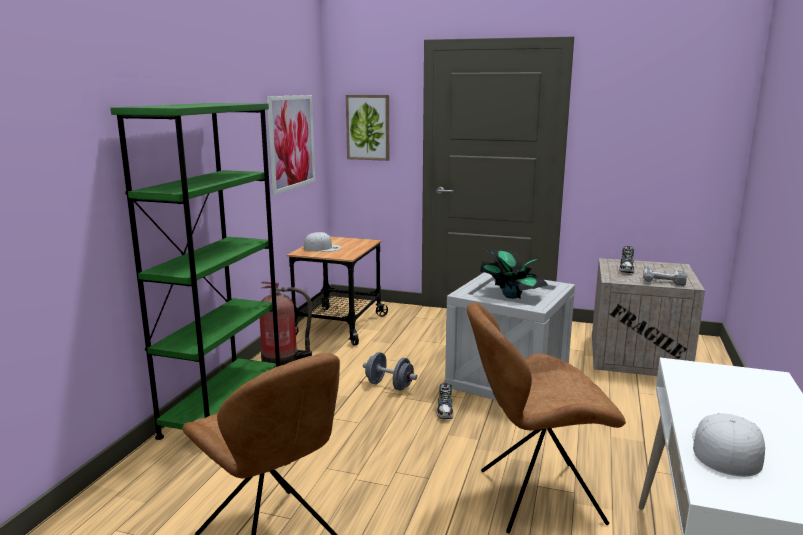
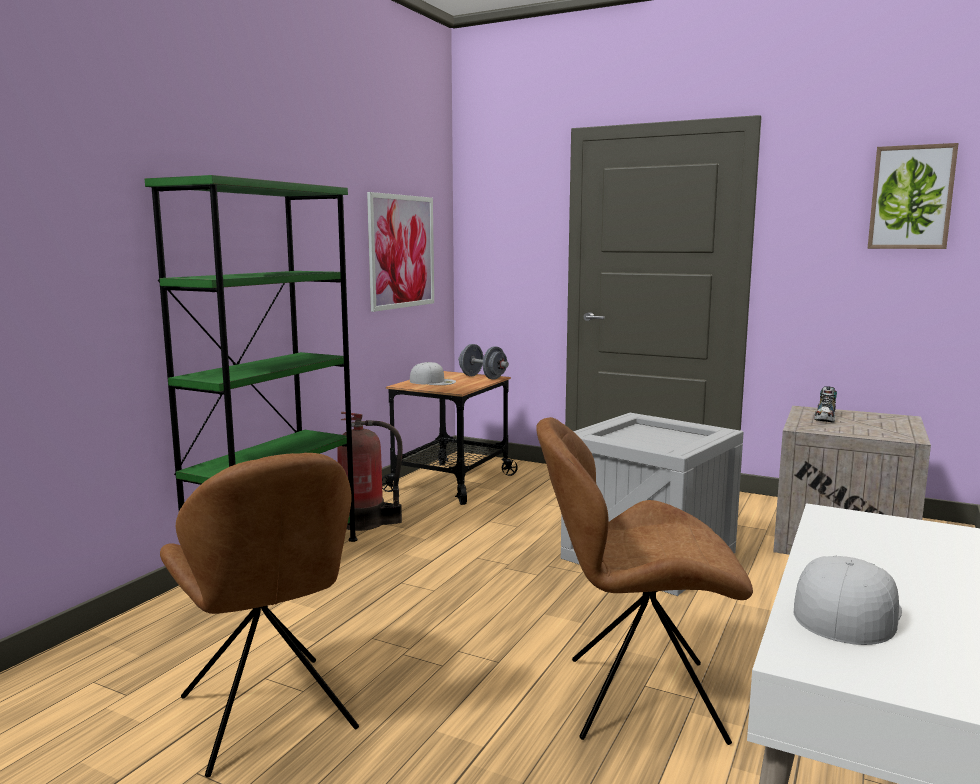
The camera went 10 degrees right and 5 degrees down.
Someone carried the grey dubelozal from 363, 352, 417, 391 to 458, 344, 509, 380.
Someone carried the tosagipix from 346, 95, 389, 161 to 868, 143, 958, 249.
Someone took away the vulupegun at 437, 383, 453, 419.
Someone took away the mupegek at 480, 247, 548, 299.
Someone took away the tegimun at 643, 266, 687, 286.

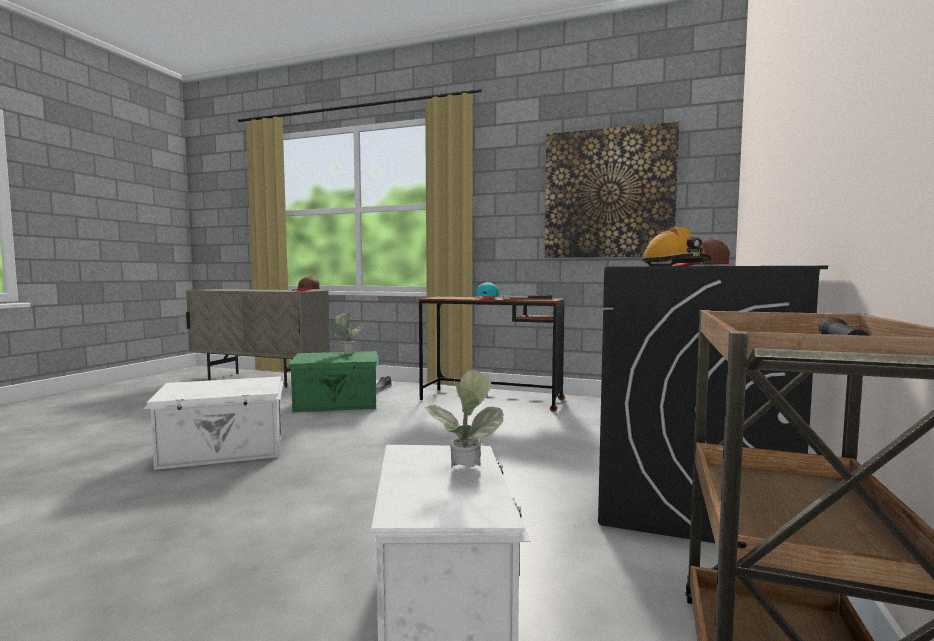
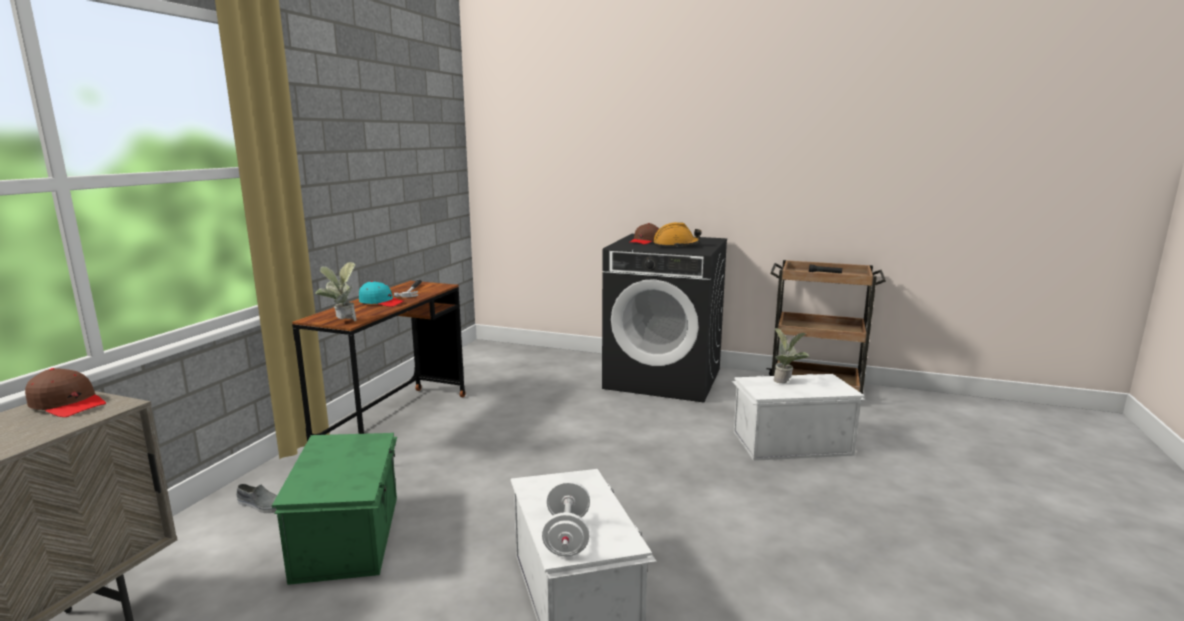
The camera went 90 degrees left and 10 degrees up.
Someone carried the mupegek from 330, 313, 363, 354 to 315, 262, 357, 321.
Someone put down the white dubelozal at 542, 481, 590, 556.
Someone took away the tosagipix at 545, 122, 679, 258.

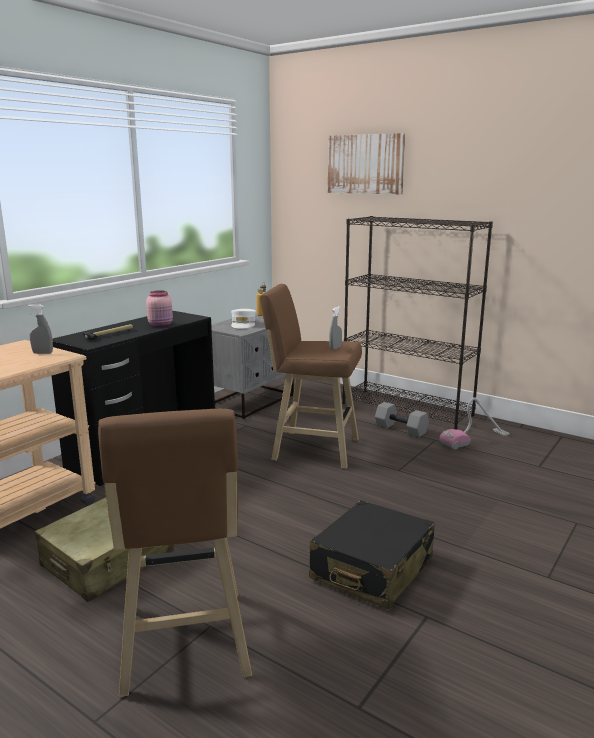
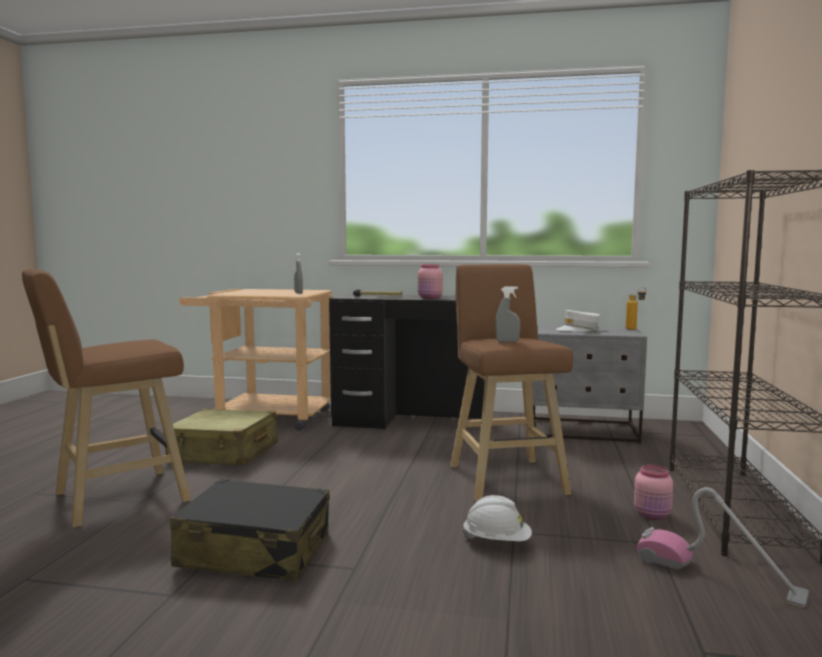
The camera went 65 degrees right and 10 degrees down.
Someone put down the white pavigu at 462, 495, 532, 541.
Someone swapped the grey dubelozal at 375, 402, 429, 437 for the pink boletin at 634, 465, 673, 520.
Someone took away the tosagipix at 328, 133, 406, 194.

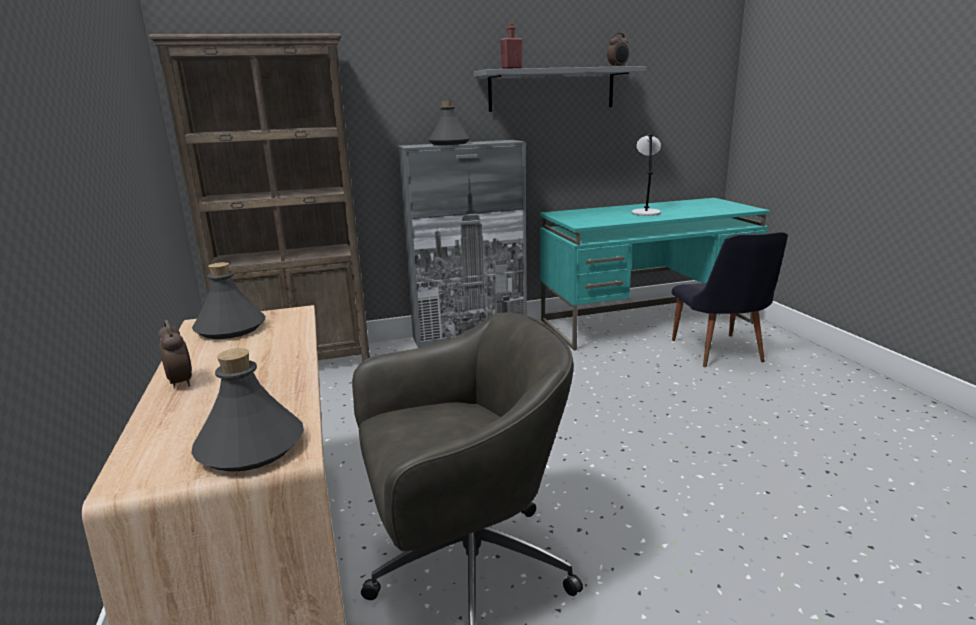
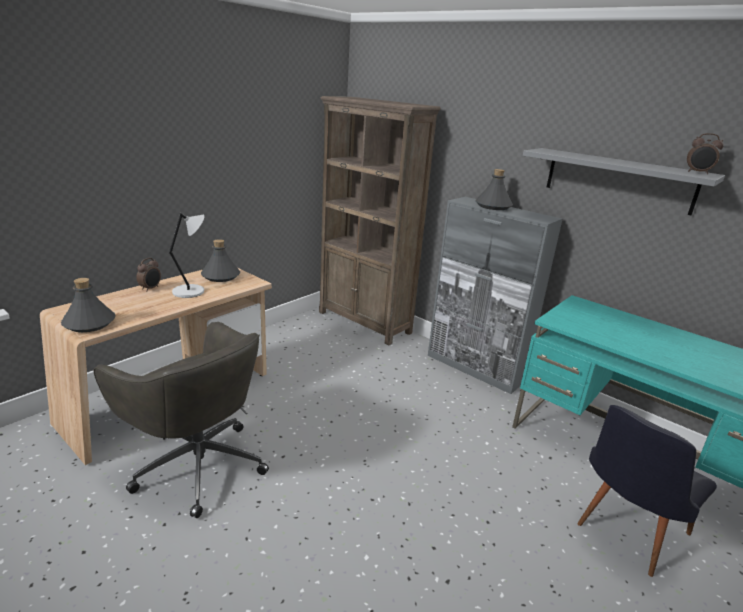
The camera went 55 degrees right and 5 degrees up.
Someone carried the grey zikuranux from 632, 134, 661, 216 to 169, 213, 204, 298.
Someone took away the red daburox at 500, 23, 523, 69.

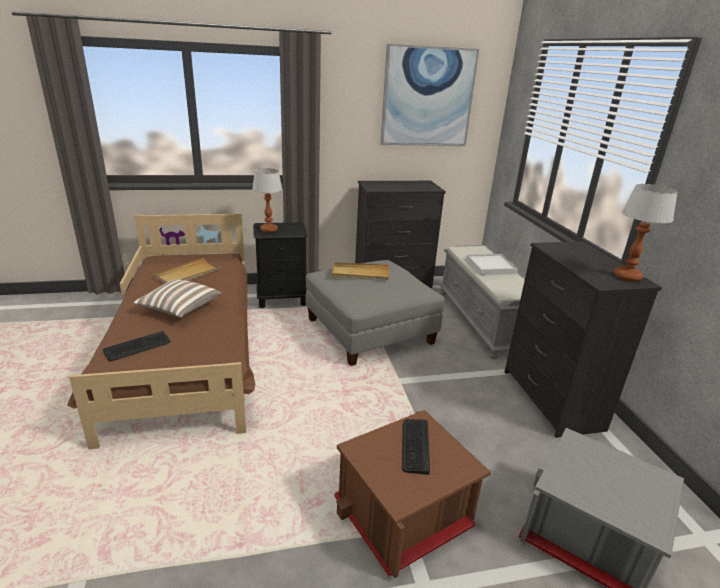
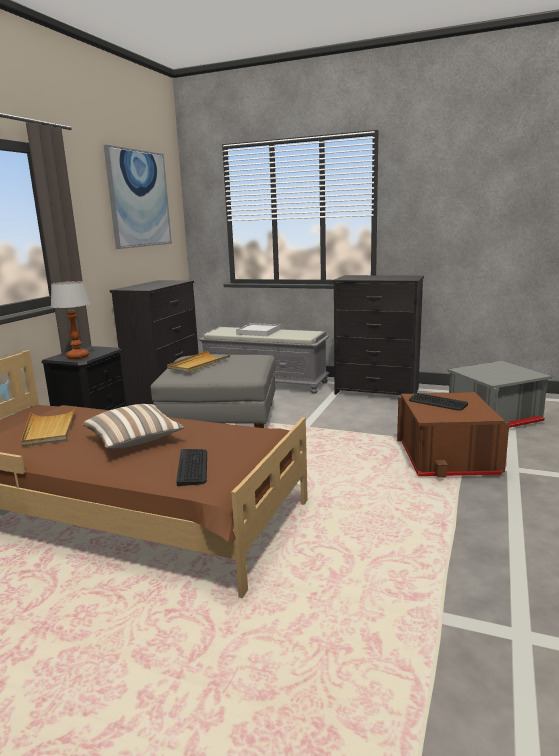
The camera went 55 degrees left and 10 degrees down.
Someone took away the zikuranux at 614, 184, 678, 281.

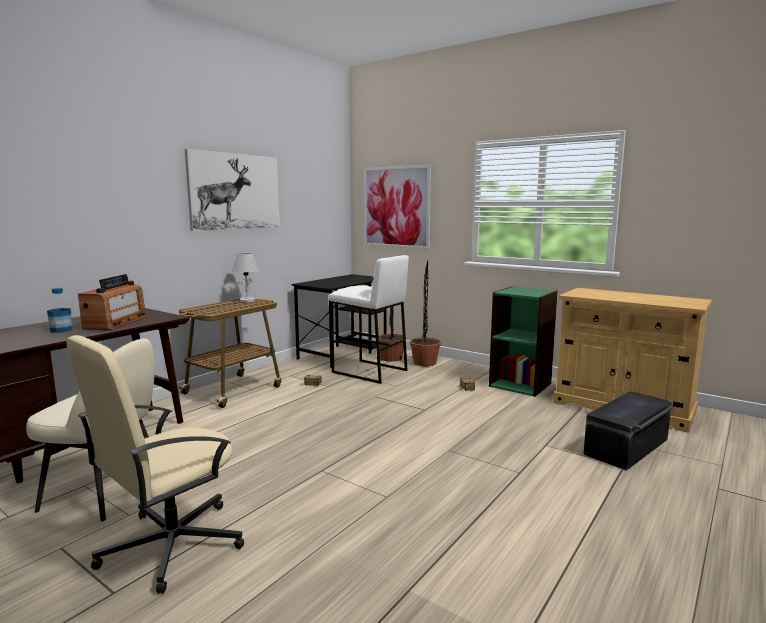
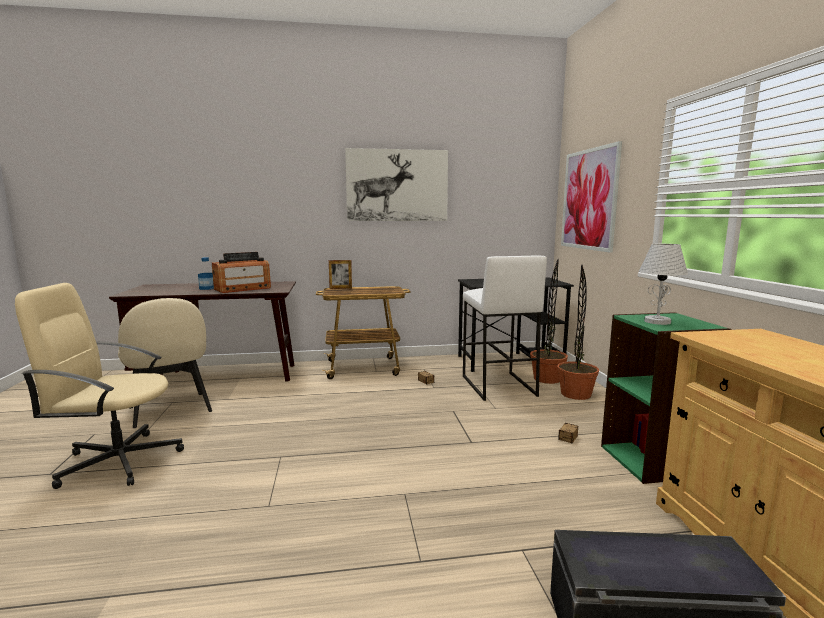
The camera went 45 degrees right and 0 degrees up.
Someone put down the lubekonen at 329, 260, 352, 289.
Someone carried the white zikuranux from 232, 253, 259, 302 to 639, 244, 688, 325.

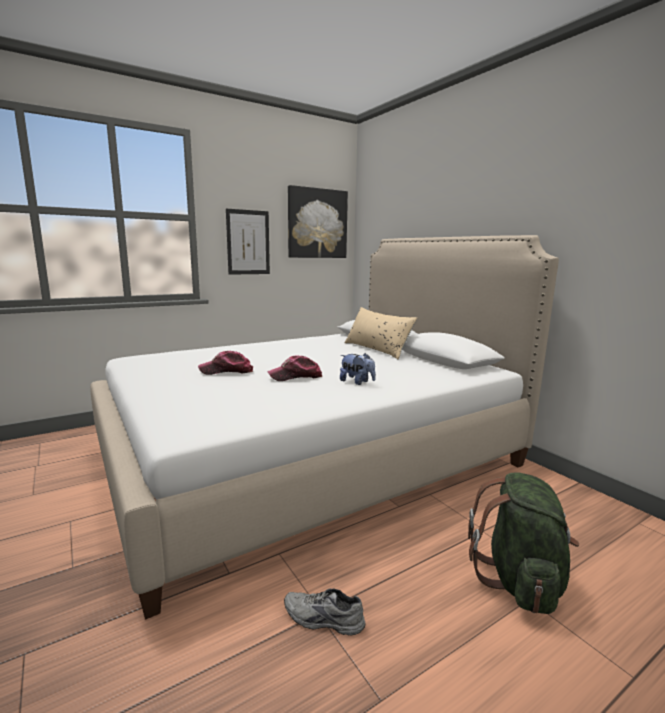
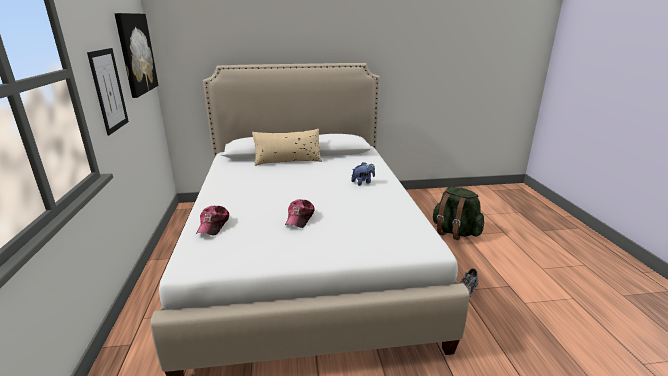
The camera went 65 degrees left and 10 degrees up.
Someone carried the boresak from 267, 356, 322, 381 to 196, 206, 229, 235.

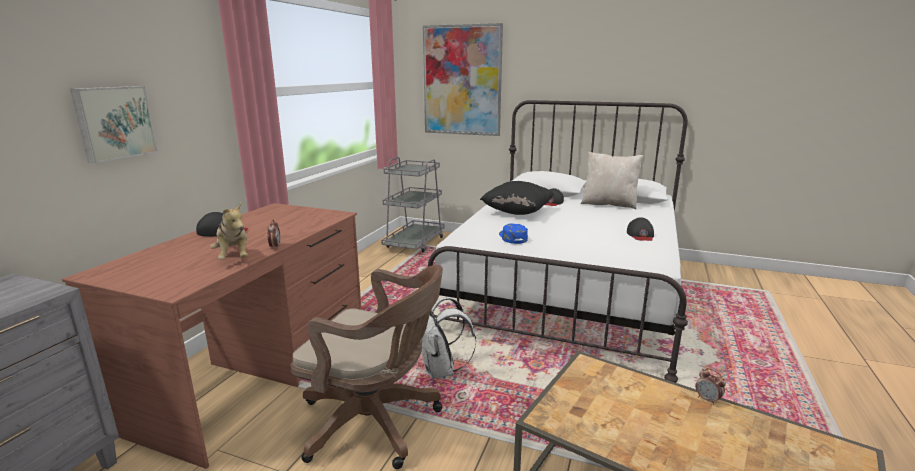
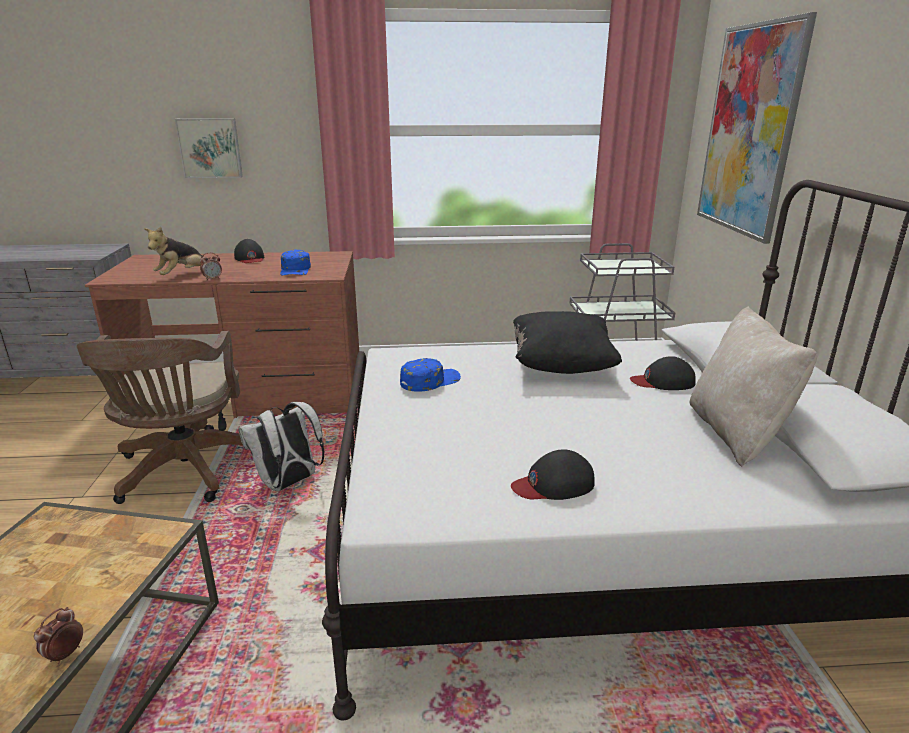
The camera went 65 degrees right and 5 degrees up.
Someone put down the blue boresak at 280, 250, 311, 275.

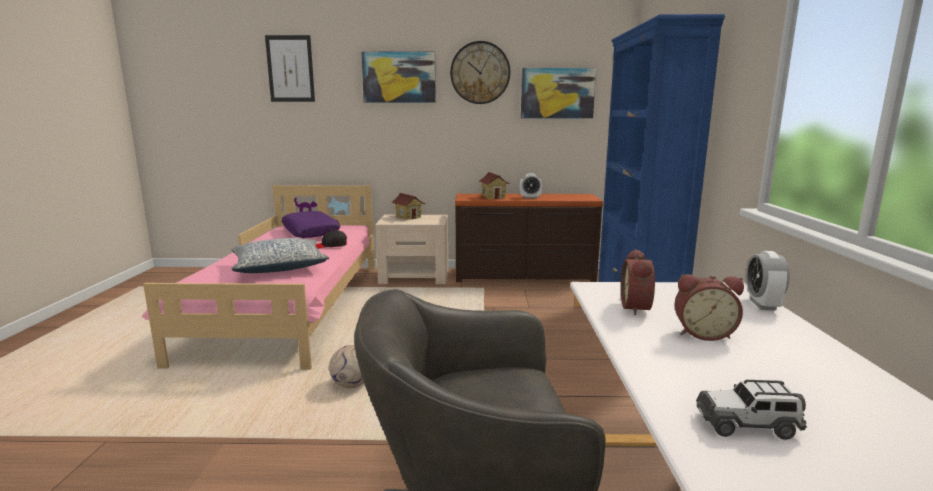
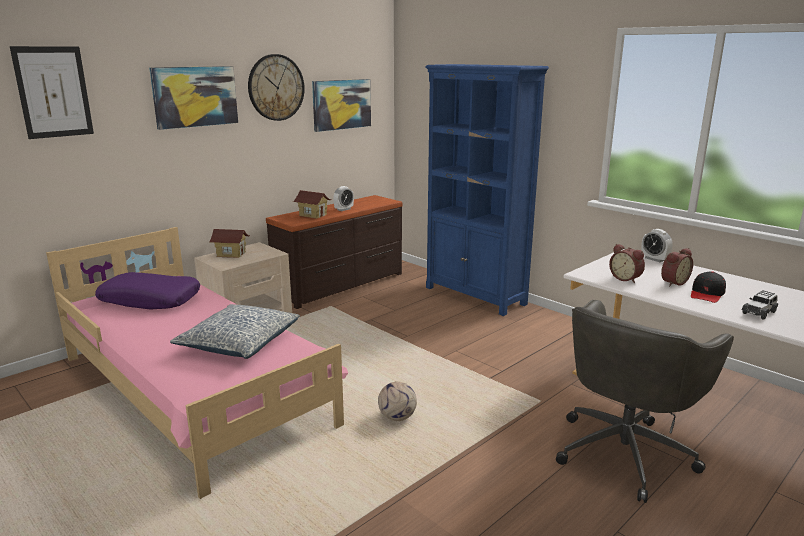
The camera went 45 degrees left and 5 degrees up.
Someone carried the black boresak from 316, 230, 347, 249 to 691, 271, 726, 303.

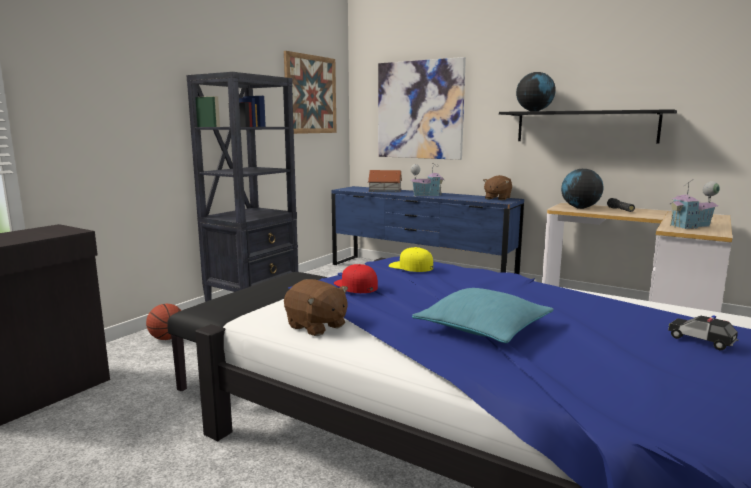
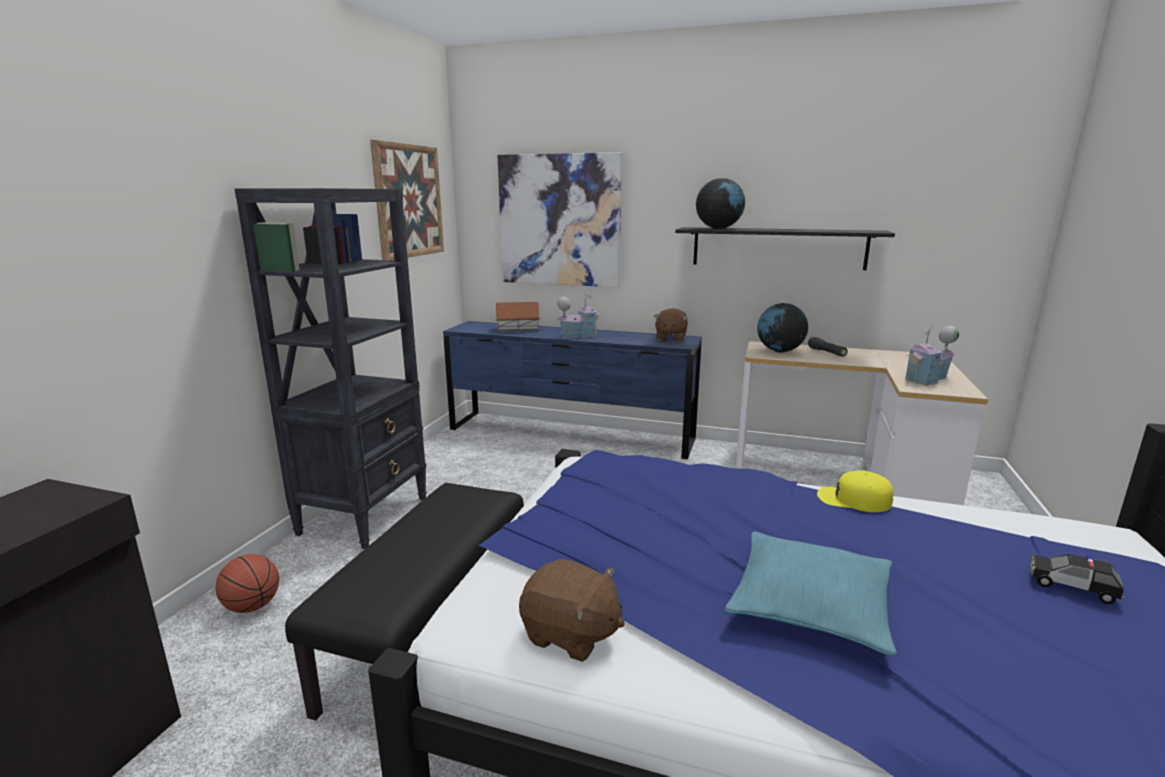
The camera went 15 degrees left and 5 degrees up.
Someone carried the yellow boresak from 389, 247, 433, 272 to 817, 470, 893, 512.
Someone took away the red boresak at 334, 264, 378, 293.

